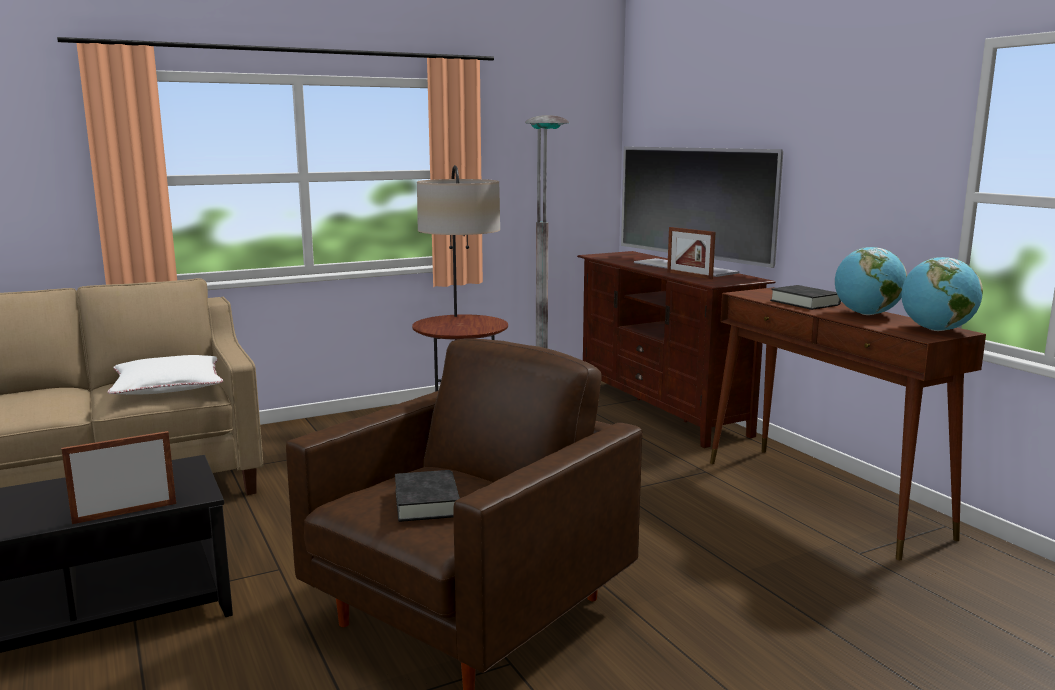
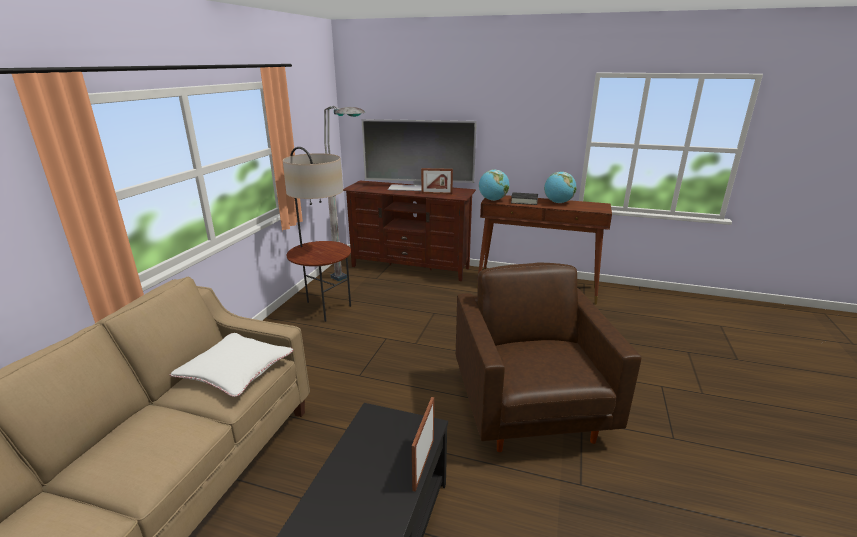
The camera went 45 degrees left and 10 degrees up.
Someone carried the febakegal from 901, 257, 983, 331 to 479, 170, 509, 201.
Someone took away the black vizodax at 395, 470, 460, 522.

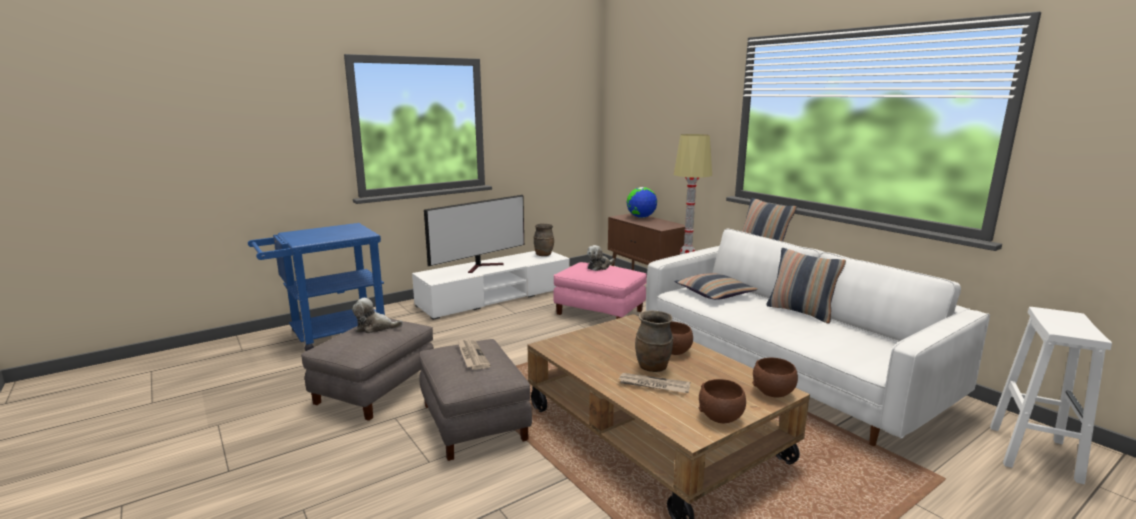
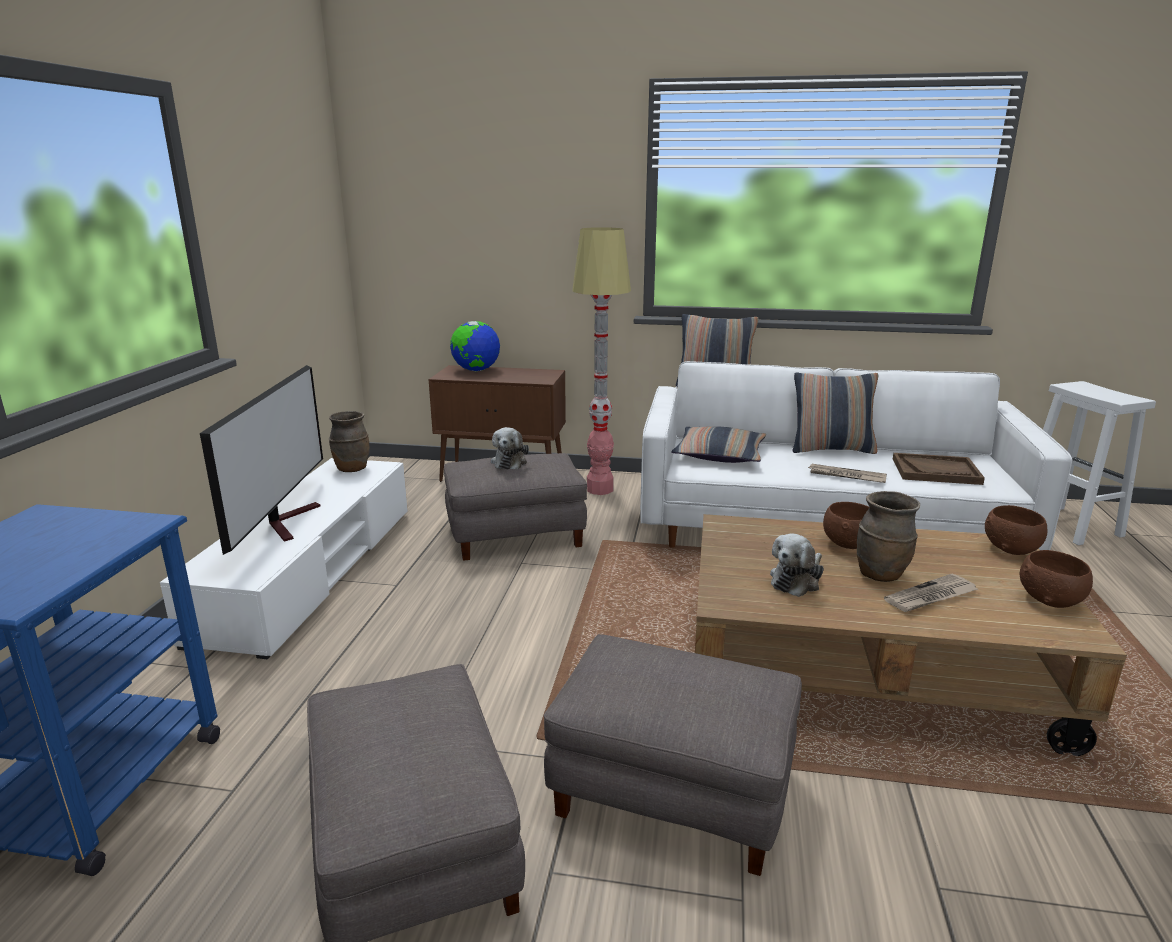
The camera went 45 degrees left and 5 degrees up.
Someone repainted the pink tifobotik at 553, 262, 647, 319, which became the grey tifobotik at 444, 453, 587, 561.
Someone carried the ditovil from 352, 298, 403, 334 to 770, 533, 824, 597.
Someone carried the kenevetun from 457, 339, 491, 370 to 808, 464, 887, 483.
Someone put down the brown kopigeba at 893, 453, 985, 485.

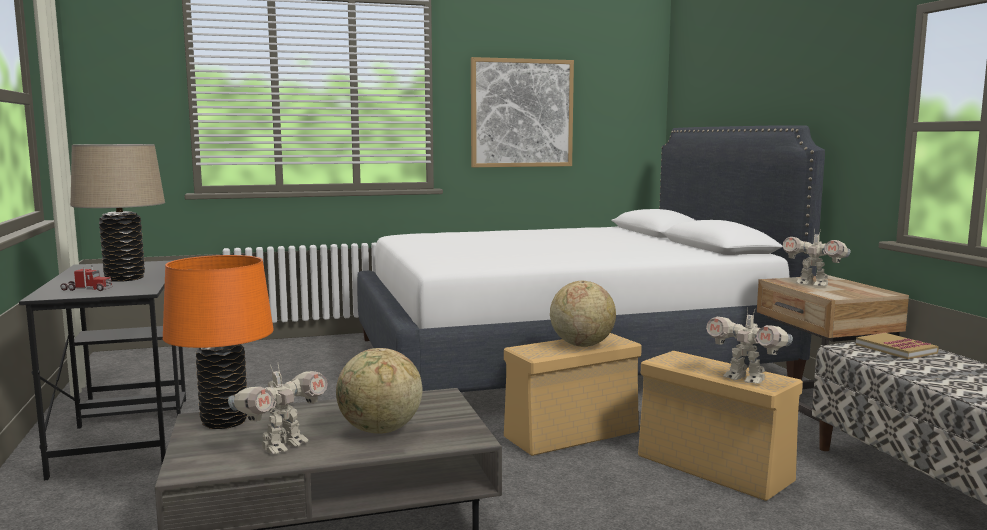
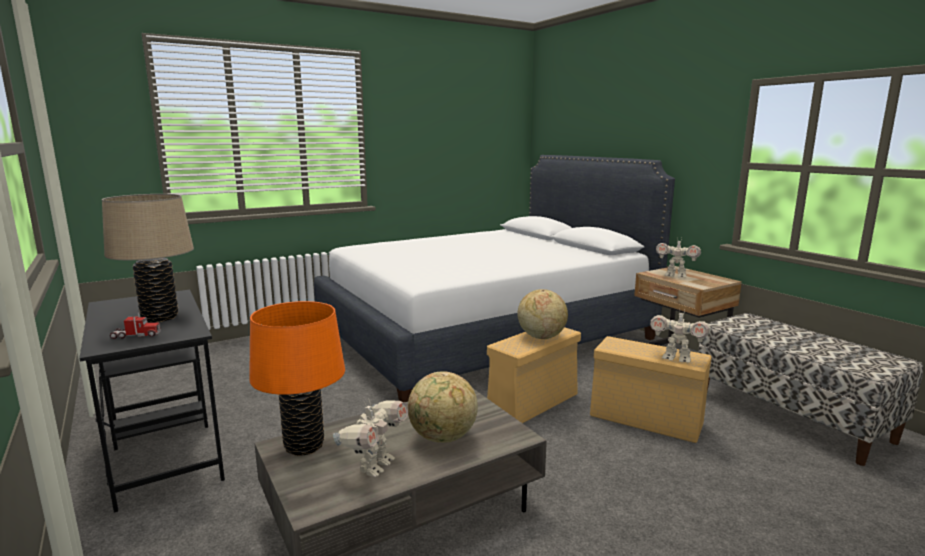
The camera went 15 degrees left and 5 degrees up.
Someone took away the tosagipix at 471, 57, 574, 167.
Someone took away the vizodax at 856, 333, 939, 359.

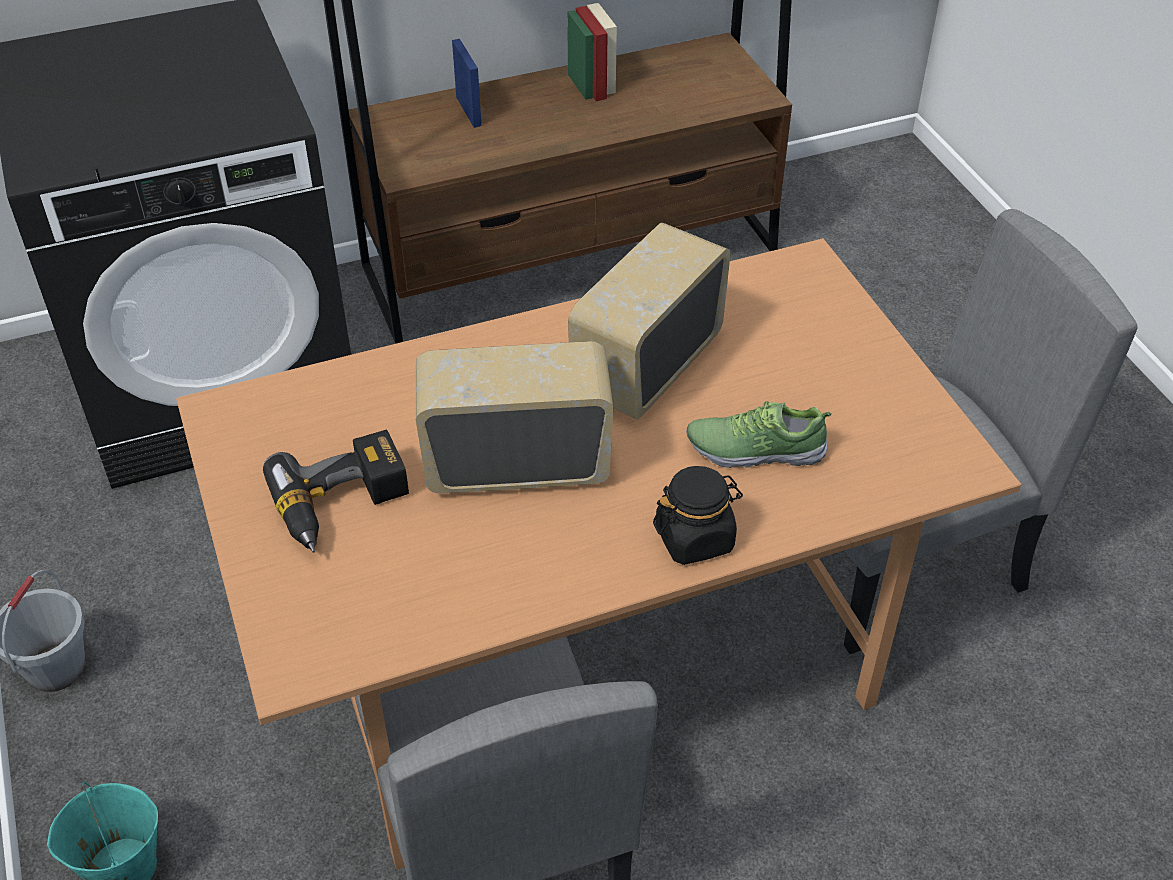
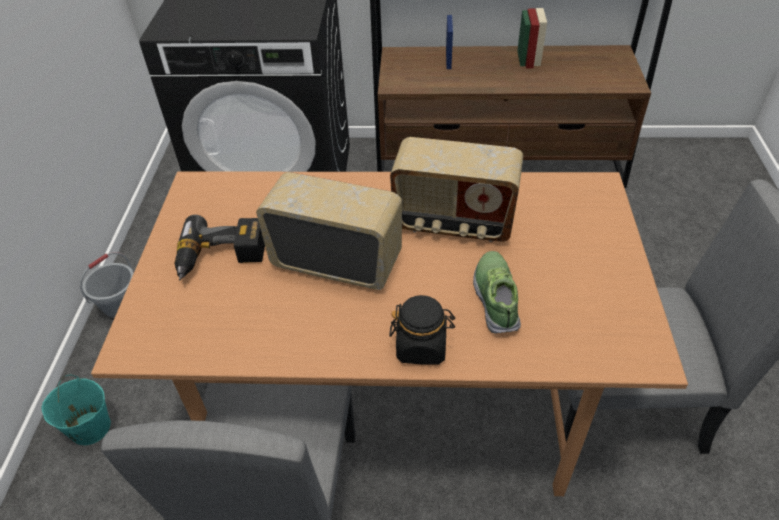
The camera went 25 degrees right and 0 degrees up.
Someone rotated the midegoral at 568, 223, 731, 420 by 135 degrees counterclockwise.
Someone rotated the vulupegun at 686, 401, 832, 468 by 60 degrees clockwise.

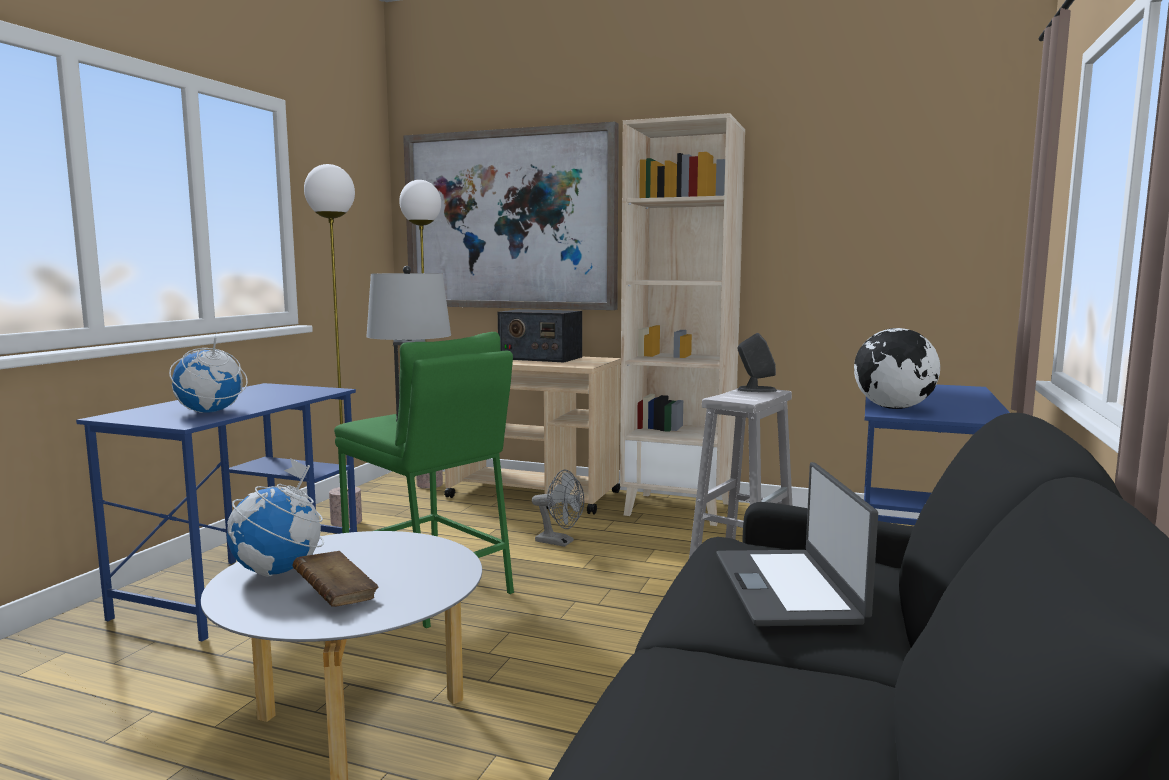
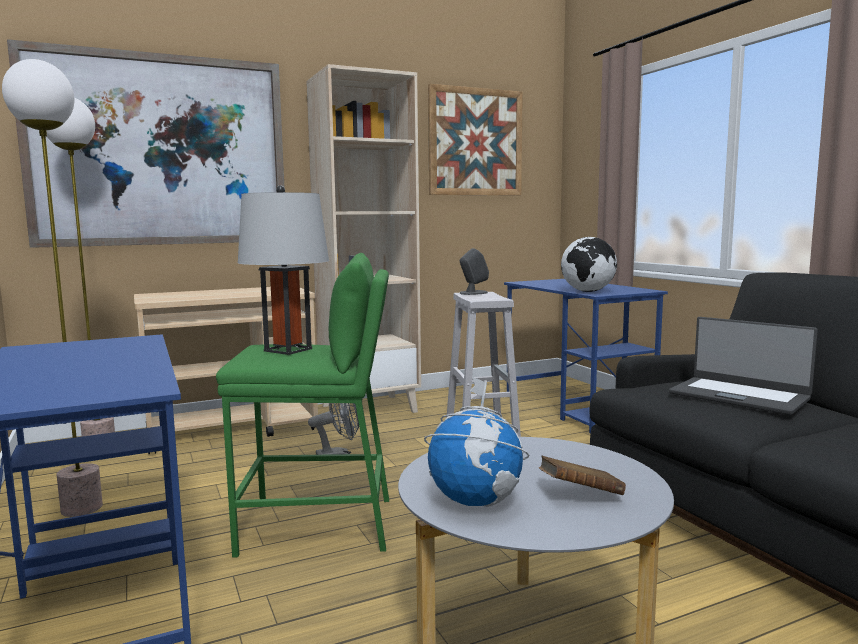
The camera went 45 degrees left and 0 degrees up.
Someone put up the tosagipix at 428, 84, 523, 196.
Someone took away the febakegal at 169, 336, 248, 413.
Someone took away the midegoral at 498, 309, 582, 362.

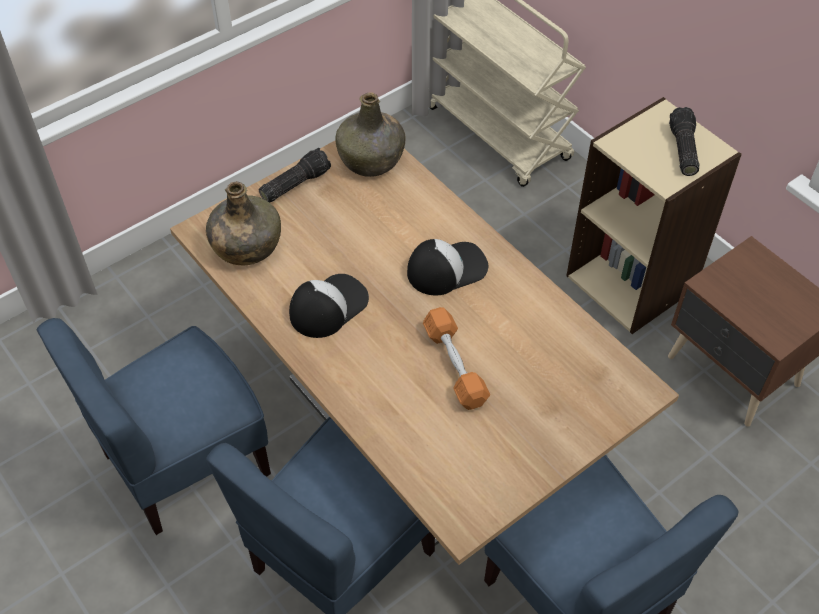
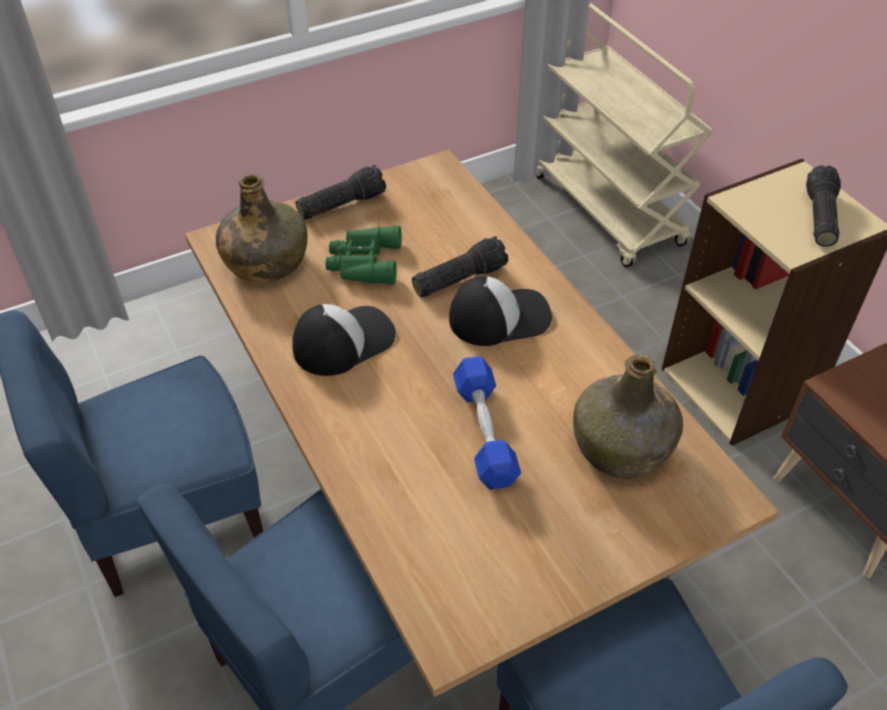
The camera went 10 degrees right and 5 degrees down.
Someone put down the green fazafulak at 325, 226, 402, 285.
Someone put down the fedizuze at 412, 236, 508, 298.
Someone repainted the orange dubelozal at 423, 307, 490, 410, which became the blue dubelozal at 453, 356, 521, 490.
Someone carried the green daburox from 335, 93, 406, 177 to 573, 355, 683, 479.

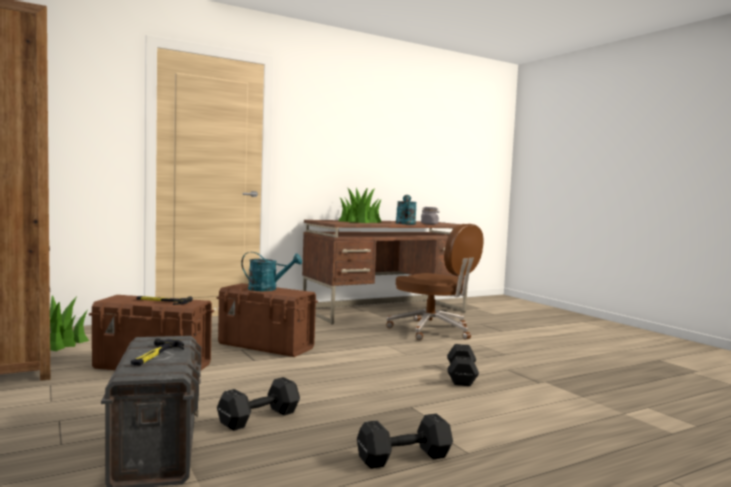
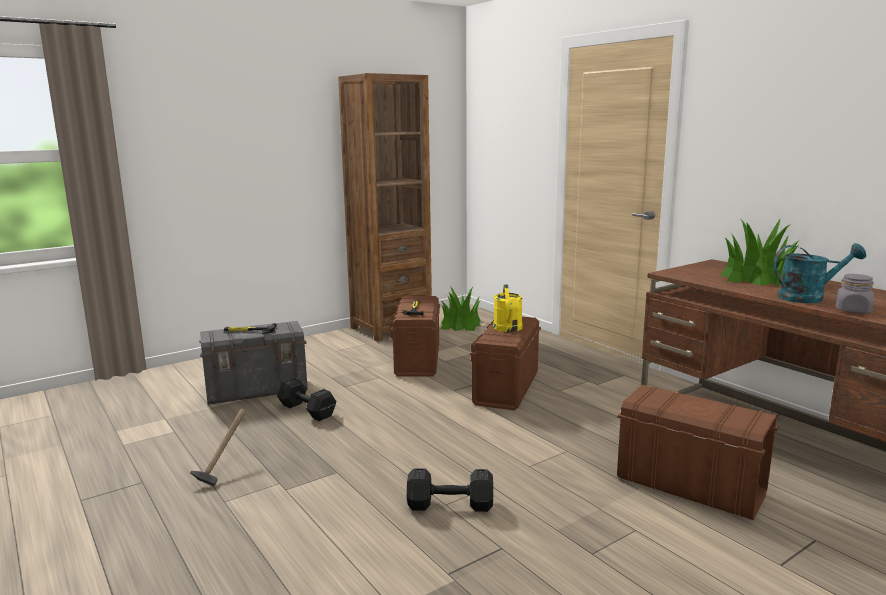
The camera went 85 degrees right and 10 degrees up.
Someone swapped the black dubelozal at 357, 414, 453, 469 for the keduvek at 190, 409, 246, 486.
Someone repainted the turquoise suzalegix at 241, 252, 302, 291, which became the yellow suzalegix at 493, 285, 523, 332.
Someone swapped the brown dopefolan at 386, 224, 484, 340 for the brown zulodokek at 617, 385, 779, 520.

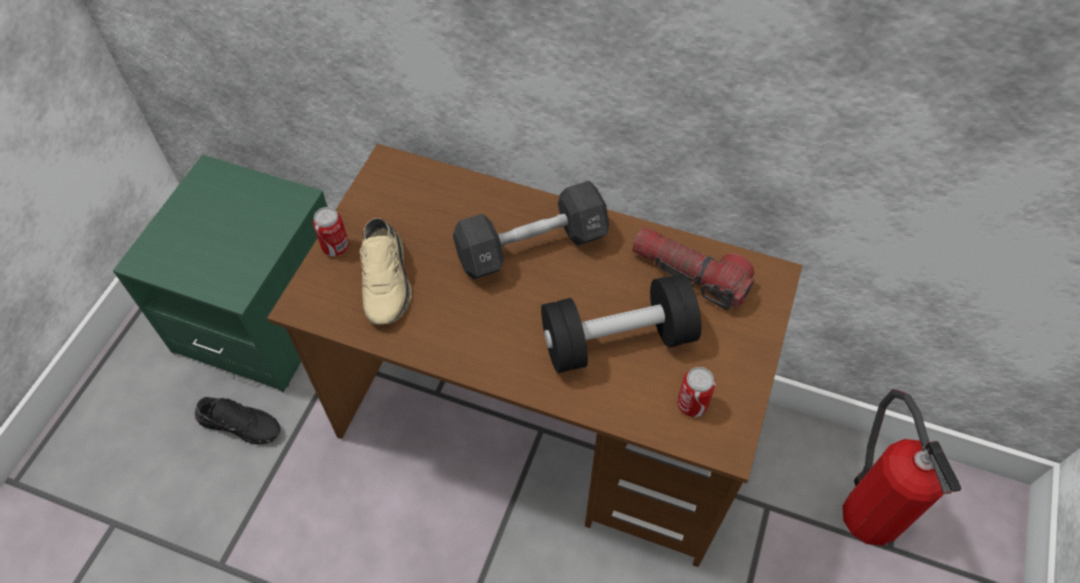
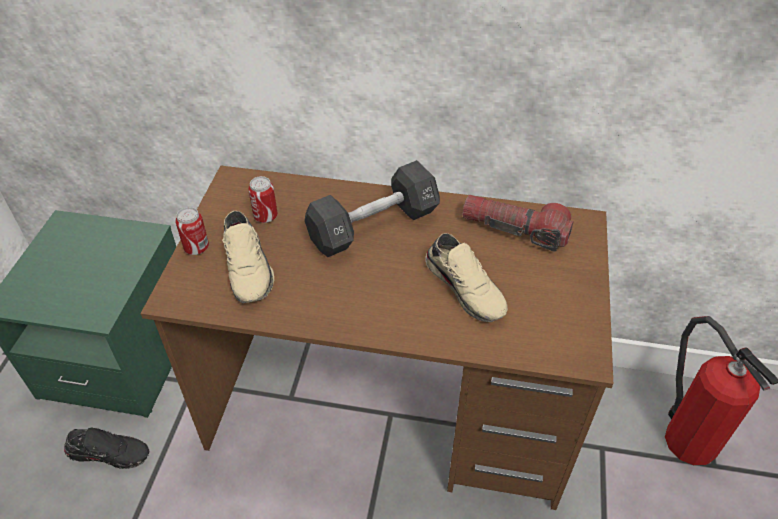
The camera went 10 degrees left and 10 degrees down.
Someone carried the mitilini from 677, 367, 715, 417 to 248, 176, 278, 223.
Someone swapped the black dubelozal at 541, 274, 701, 373 for the beige vulupegun at 425, 233, 508, 322.

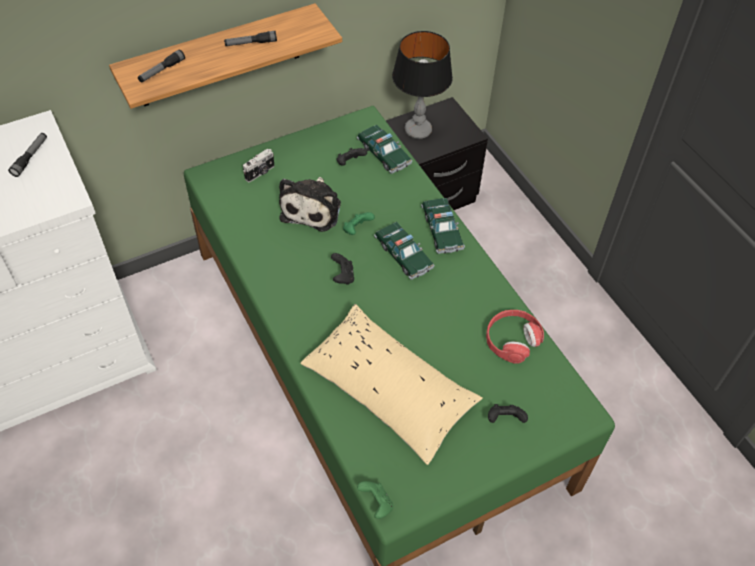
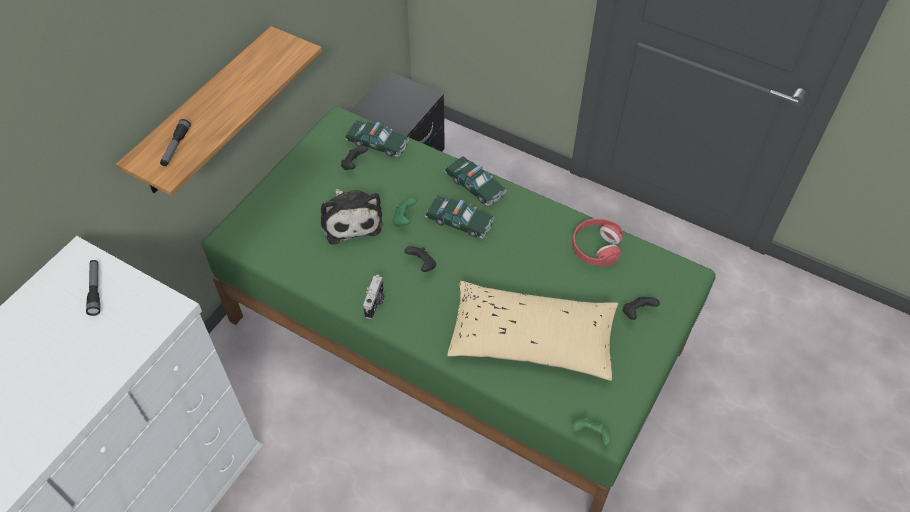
The camera went 30 degrees left and 0 degrees up.
Someone carried the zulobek from 243, 148, 274, 182 to 363, 275, 384, 319.
Someone took away the fedizuze at 224, 31, 277, 46.
Someone took away the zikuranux at 392, 31, 453, 139.

